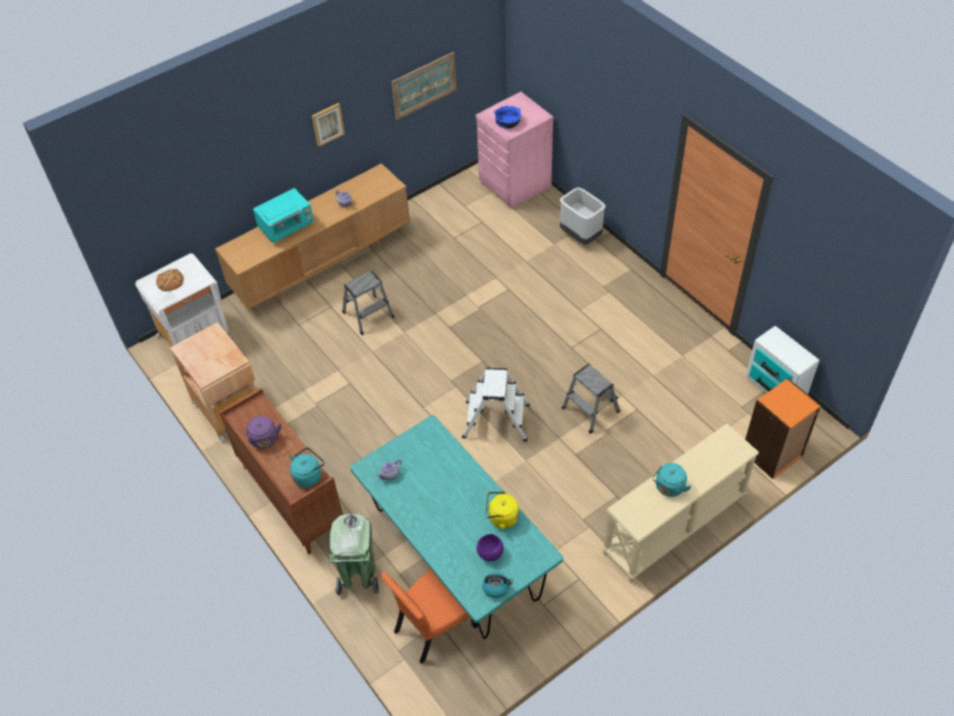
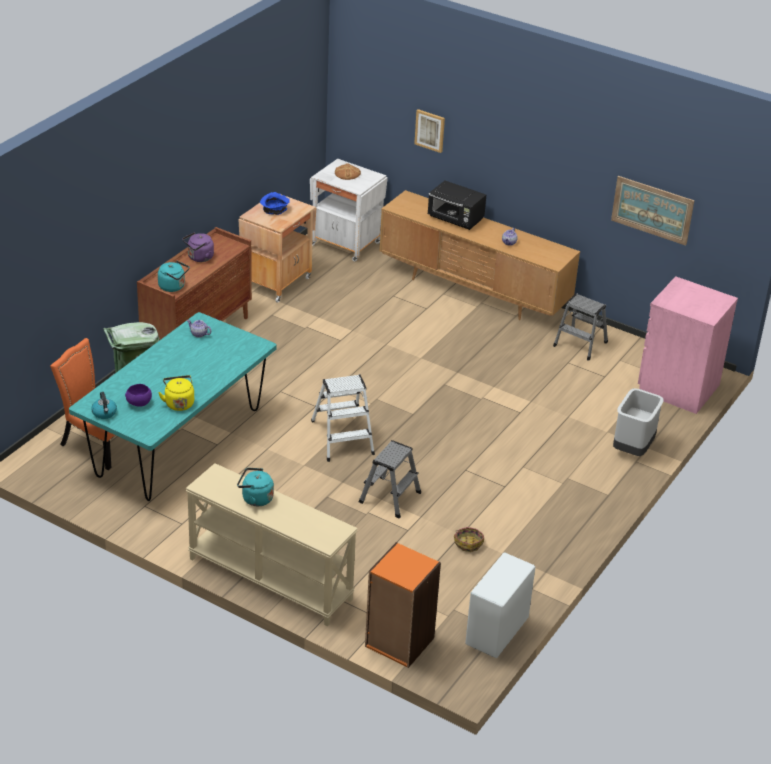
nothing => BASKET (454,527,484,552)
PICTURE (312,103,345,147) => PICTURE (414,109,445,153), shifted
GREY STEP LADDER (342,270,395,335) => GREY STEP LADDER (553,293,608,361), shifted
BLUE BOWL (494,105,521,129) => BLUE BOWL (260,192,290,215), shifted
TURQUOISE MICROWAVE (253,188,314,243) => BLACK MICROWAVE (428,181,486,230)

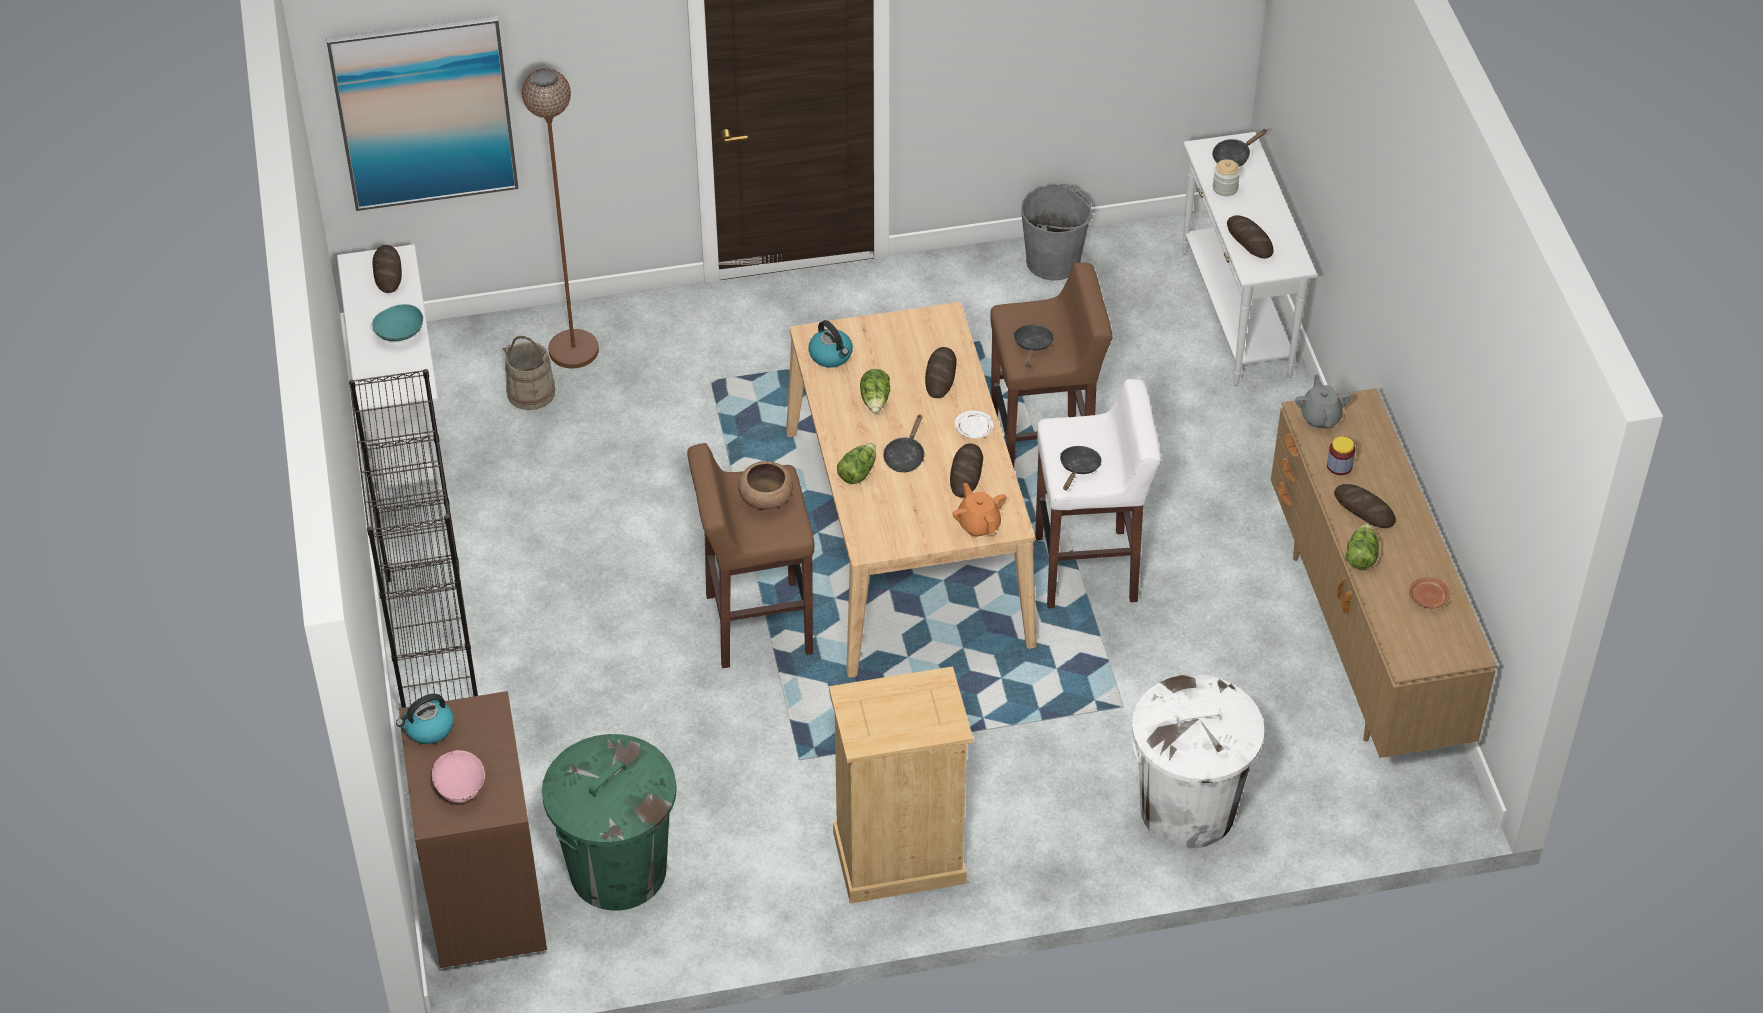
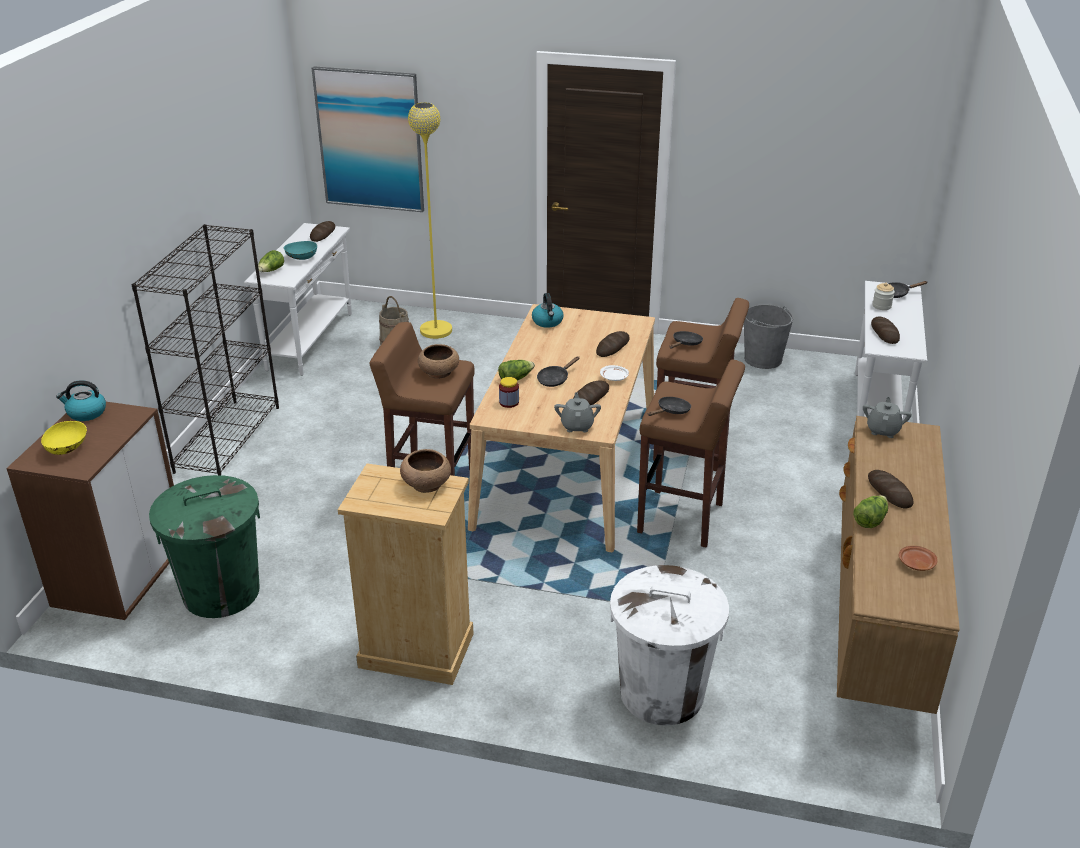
nothing => BROWN BOWL (400,449,451,493)
LETTUCE (860,369,890,413) => LETTUCE (258,250,284,272), shifted
JAR (1327,436,1355,475) => JAR (499,377,519,408), shifted
PINK BOWL (432,750,485,803) => YELLOW BOWL (41,420,87,455)
BROWN FLOOR LAMP (522,68,599,368) => YELLOW FLOOR LAMP (408,102,452,339)
ORANGE TEAPOT (953,483,1006,538) => GREY TEAPOT (554,392,601,433)
WHITE STOOL (1035,379,1161,608) => BROWN STOOL (637,360,745,548)

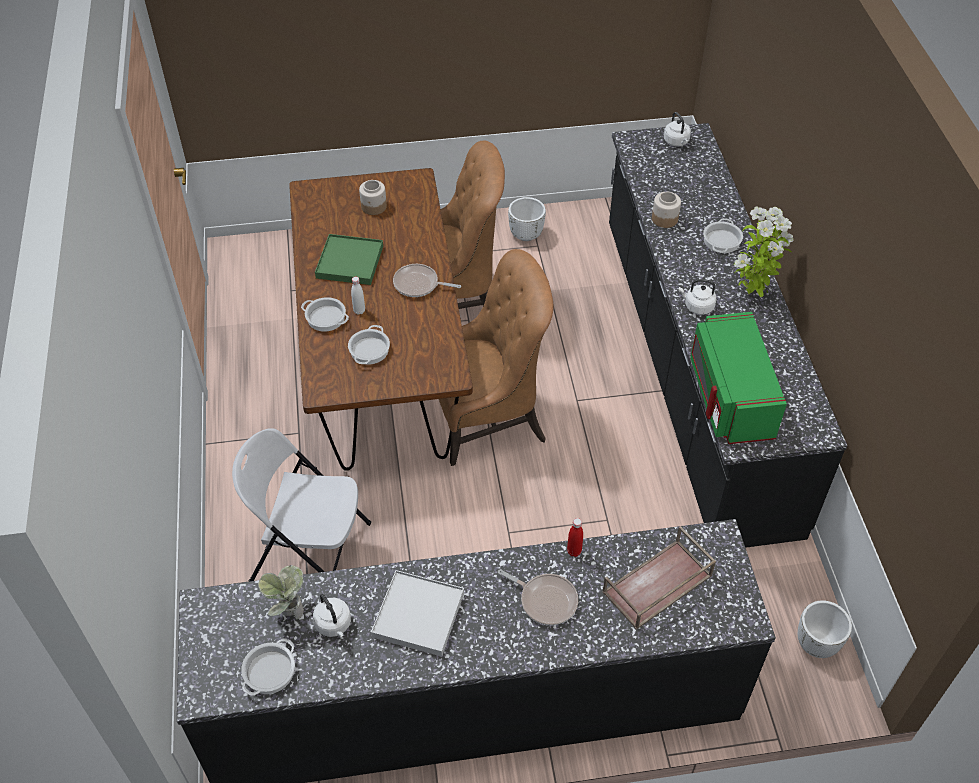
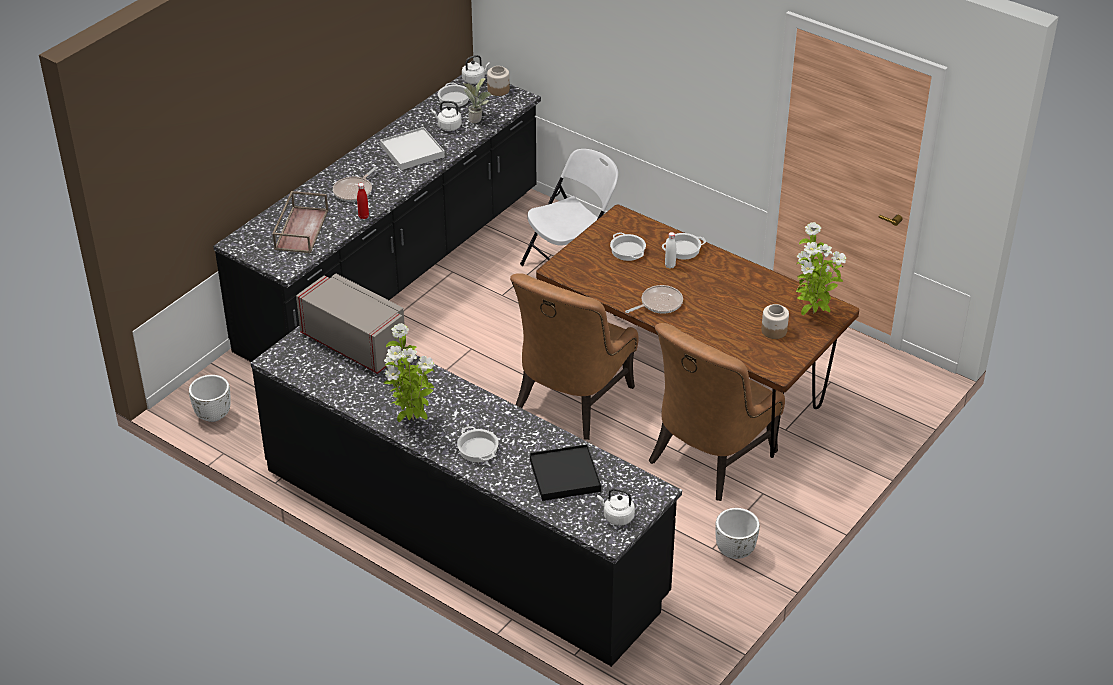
GREEN TRAY (315,234,383,285) => nothing
nothing => BLACK TRAY (530,444,601,501)
nothing => POTTED PLANT (796,222,847,315)
JAR (652,192,681,228) => JAR (487,66,510,96), shifted
WHITE KETTLE (679,279,716,315) => WHITE KETTLE (462,55,490,84), shifted
GREEN MICROWAVE (690,312,787,444) => GREY MICROWAVE (296,274,406,374)
FRYING PAN (498,569,578,625) => FRYING PAN (333,167,377,202), 45 degrees counterclockwise

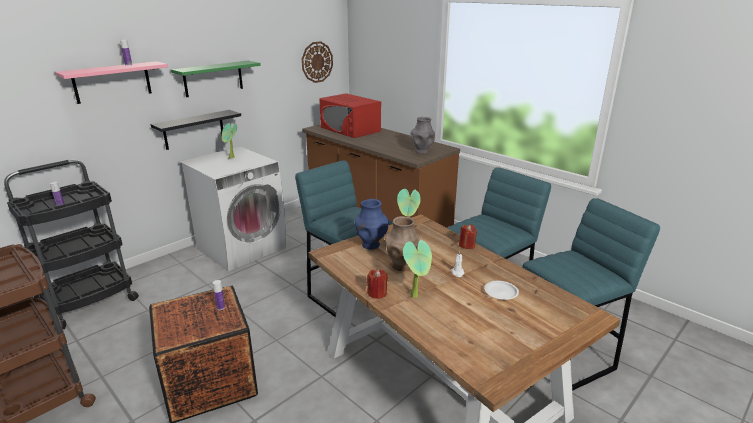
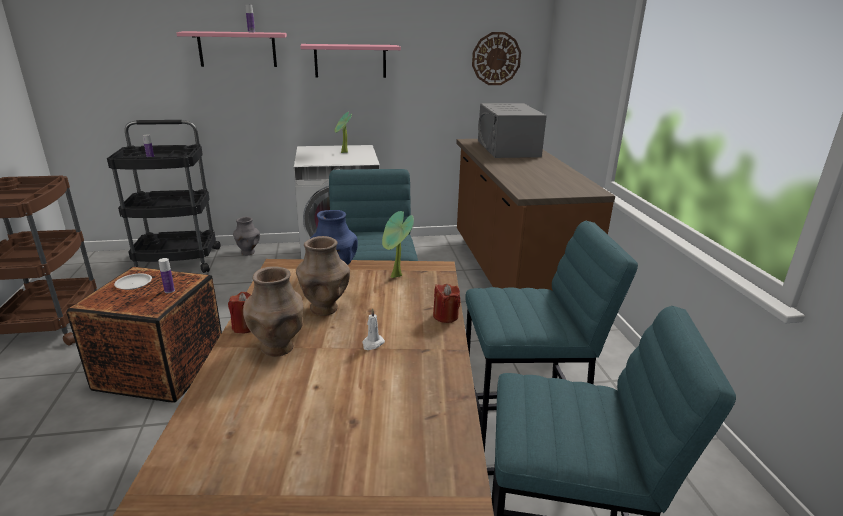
BLACK SHELF (151,110,241,150) => nothing
GREY VASE (411,117,435,154) => GREY VASE (233,217,260,255), shifted
WHITE PLATE (484,281,519,300) => WHITE PLATE (114,273,152,290), shifted
POTTED PLANT (403,240,432,298) => BROWN VASE (243,266,303,357)
GREEN SHELF (171,61,261,97) => PINK SHELF (300,44,401,78)
RED MICROWAVE (319,93,381,138) => GREY MICROWAVE (478,103,547,158)

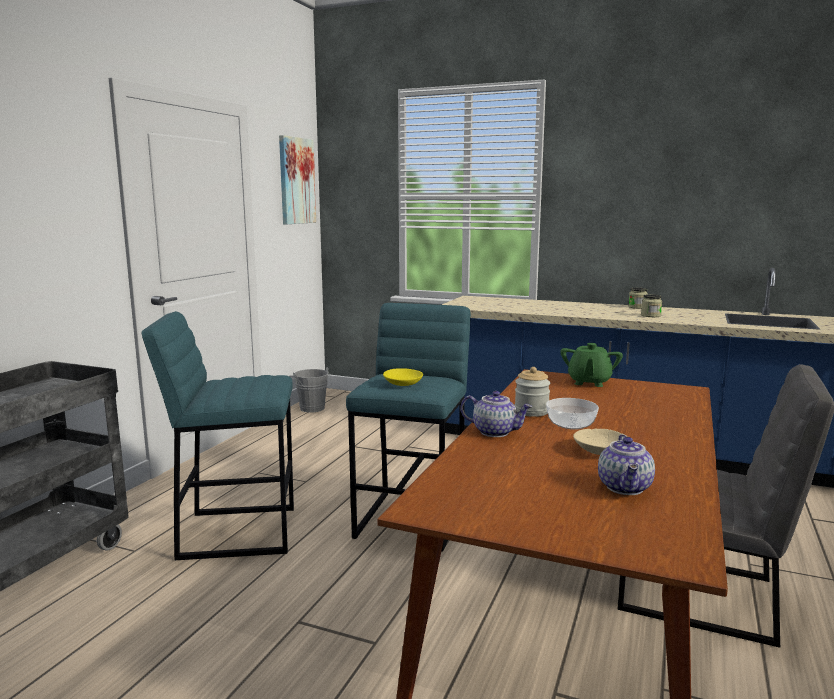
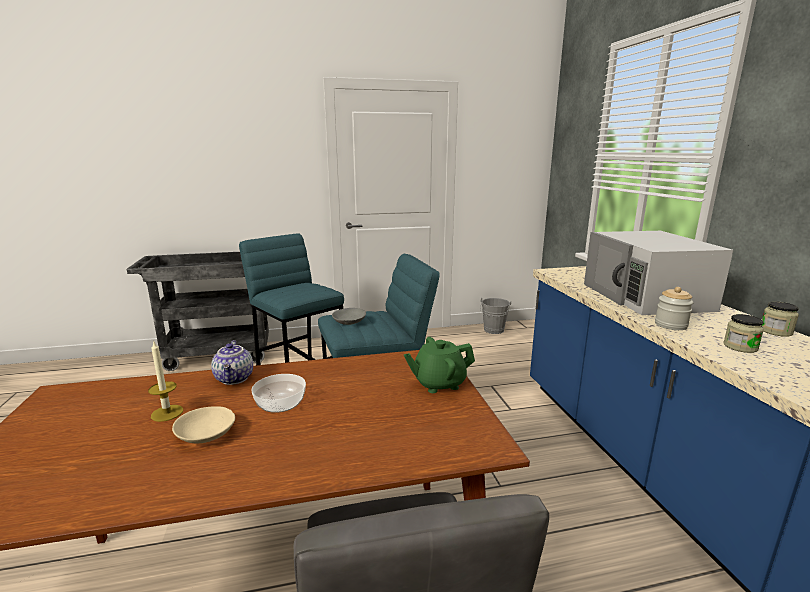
PICTURE (279,135,316,224) => nothing
TEAPOT (598,434,655,495) => nothing
nothing => CANDLE (148,342,183,422)
nothing => WHITE MICROWAVE (584,231,733,315)
JAR (515,367,550,417) => JAR (655,287,694,330), shifted
YELLOW BOWL (383,368,423,386) => GREY BOWL (332,308,366,325)

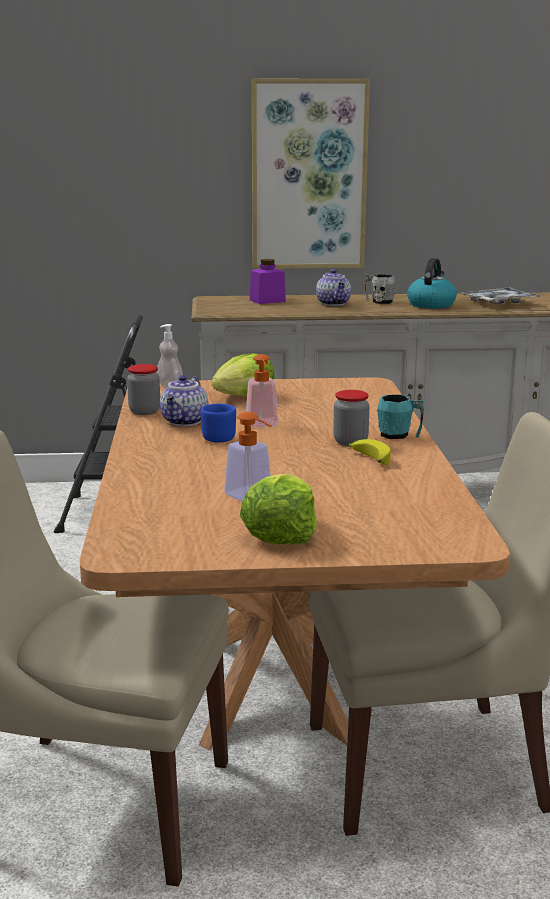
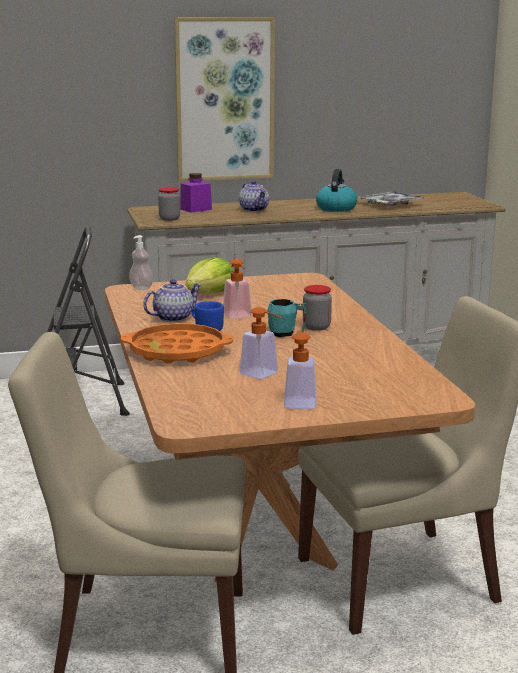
BANANA (349,439,391,465) => nothing
GREY MUG (365,274,396,304) => nothing
nothing => ORANGE TRAY (121,323,233,364)
JAR (127,364,160,415) => JAR (158,187,180,221), shifted
TURQUOISE MUG (377,394,424,439) => TURQUOISE MUG (267,299,307,337), shifted
LETTUCE (240,474,317,544) => SOAP DISPENSER (284,328,316,409)
TEAPOT (160,375,208,426) => TEAPOT (143,279,201,322), 135 degrees counterclockwise

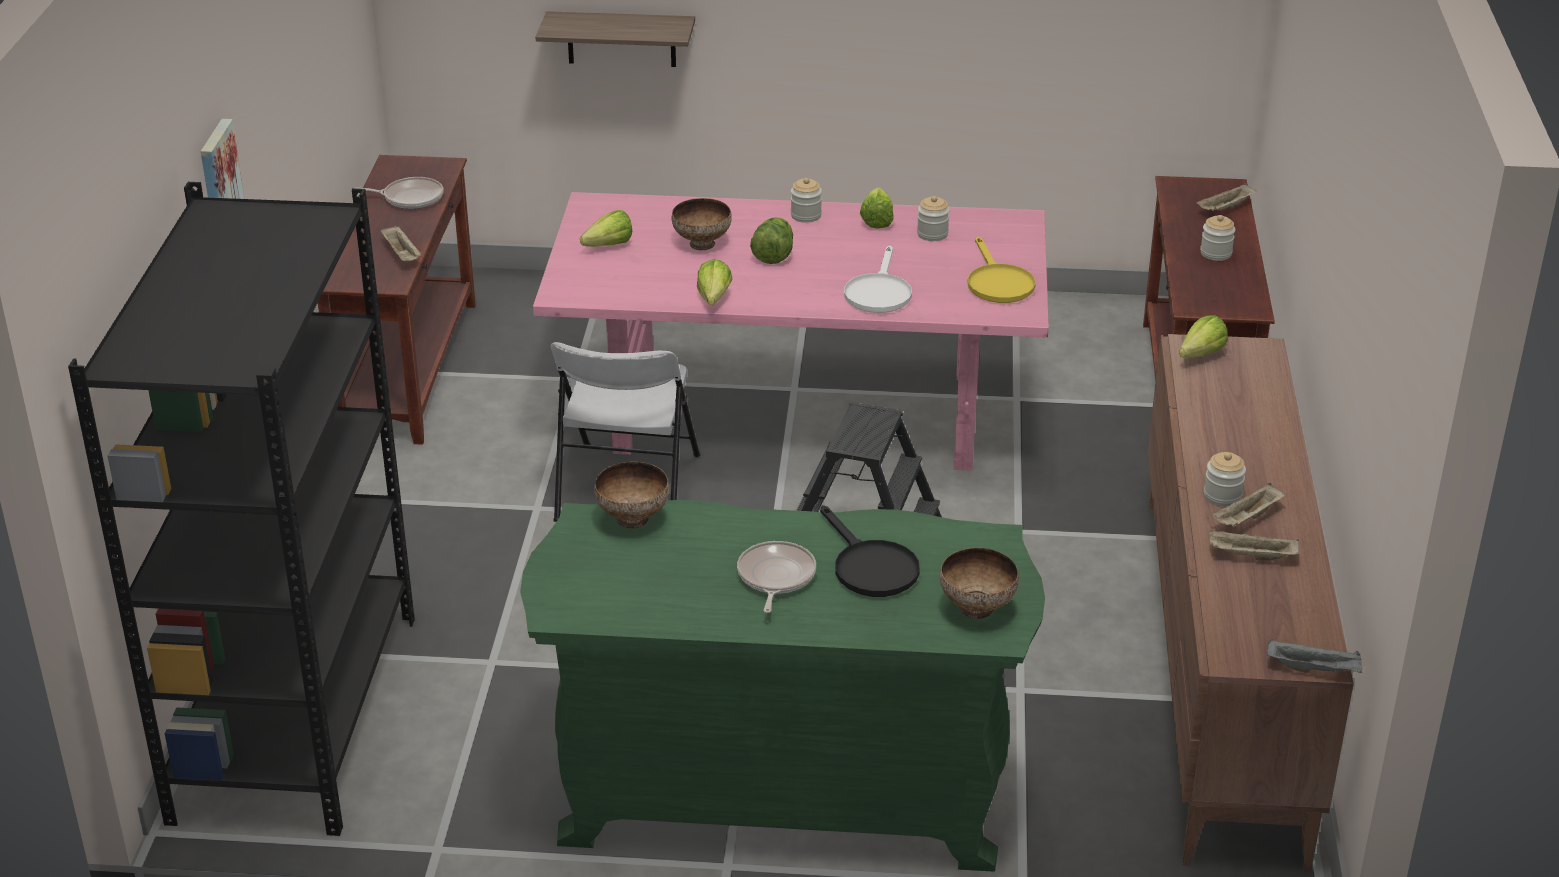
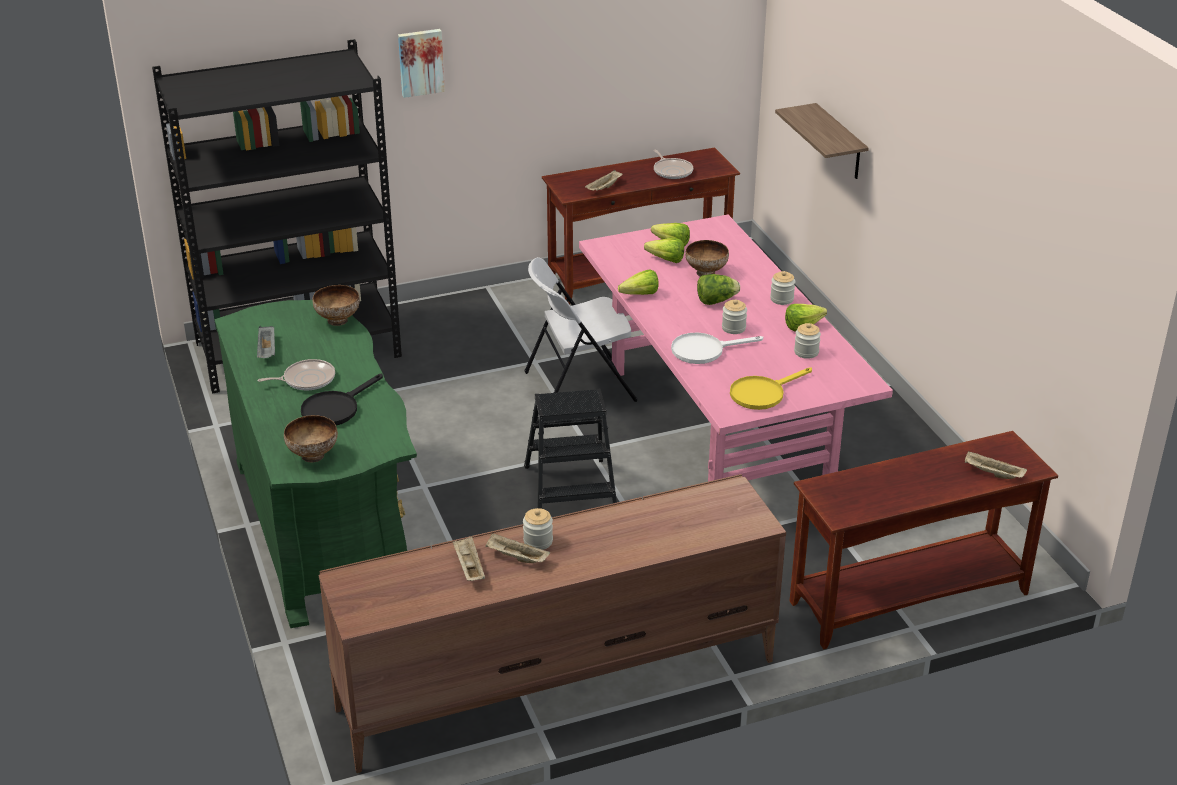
LETTUCE (1179,315,1228,358) => LETTUCE (644,238,684,263), shifted
JAR (1200,215,1236,261) => JAR (722,299,747,334), shifted
GREY TRAY (1266,639,1363,673) => GREY TRAY (257,326,275,358), shifted

